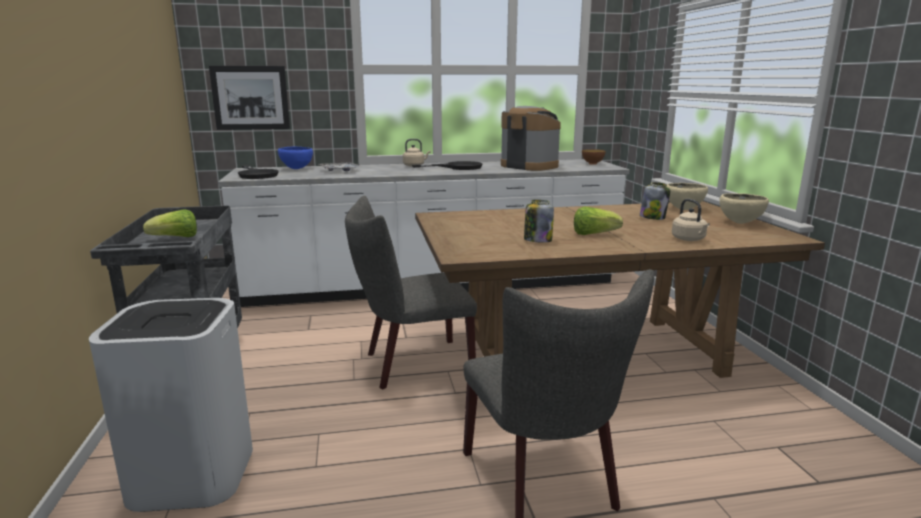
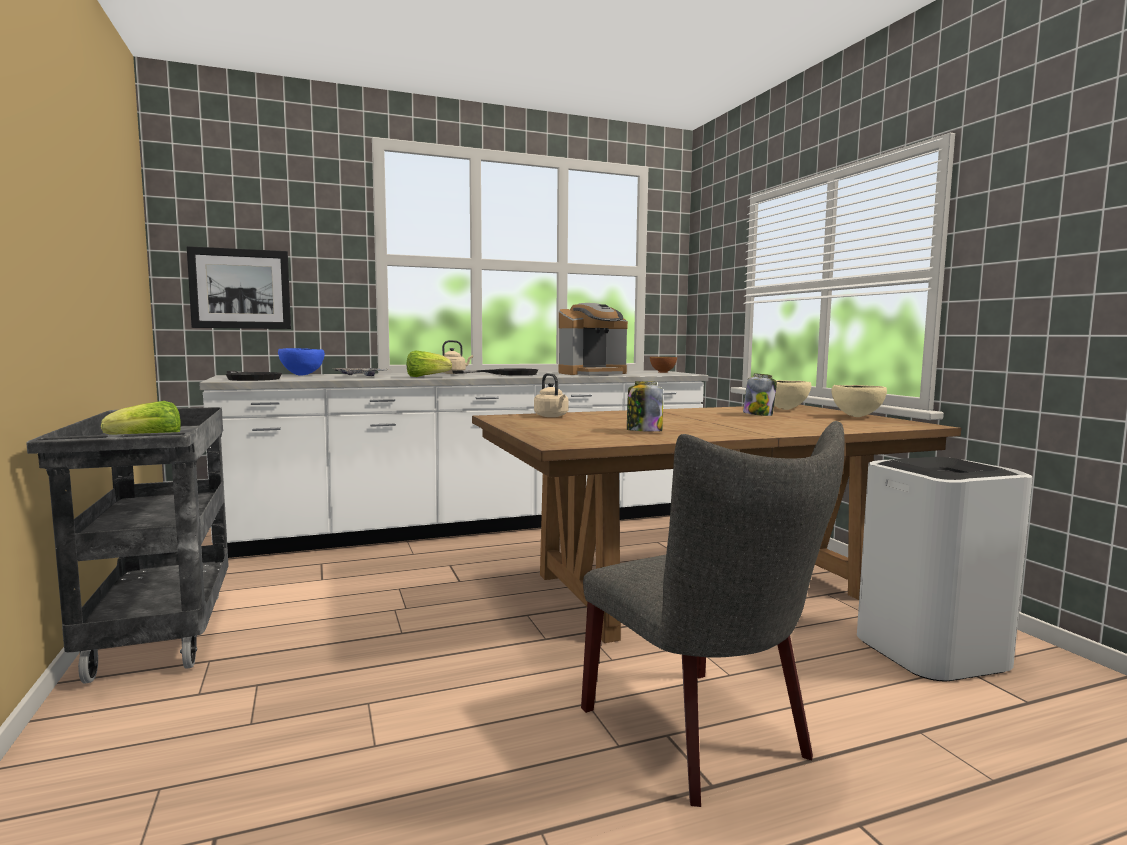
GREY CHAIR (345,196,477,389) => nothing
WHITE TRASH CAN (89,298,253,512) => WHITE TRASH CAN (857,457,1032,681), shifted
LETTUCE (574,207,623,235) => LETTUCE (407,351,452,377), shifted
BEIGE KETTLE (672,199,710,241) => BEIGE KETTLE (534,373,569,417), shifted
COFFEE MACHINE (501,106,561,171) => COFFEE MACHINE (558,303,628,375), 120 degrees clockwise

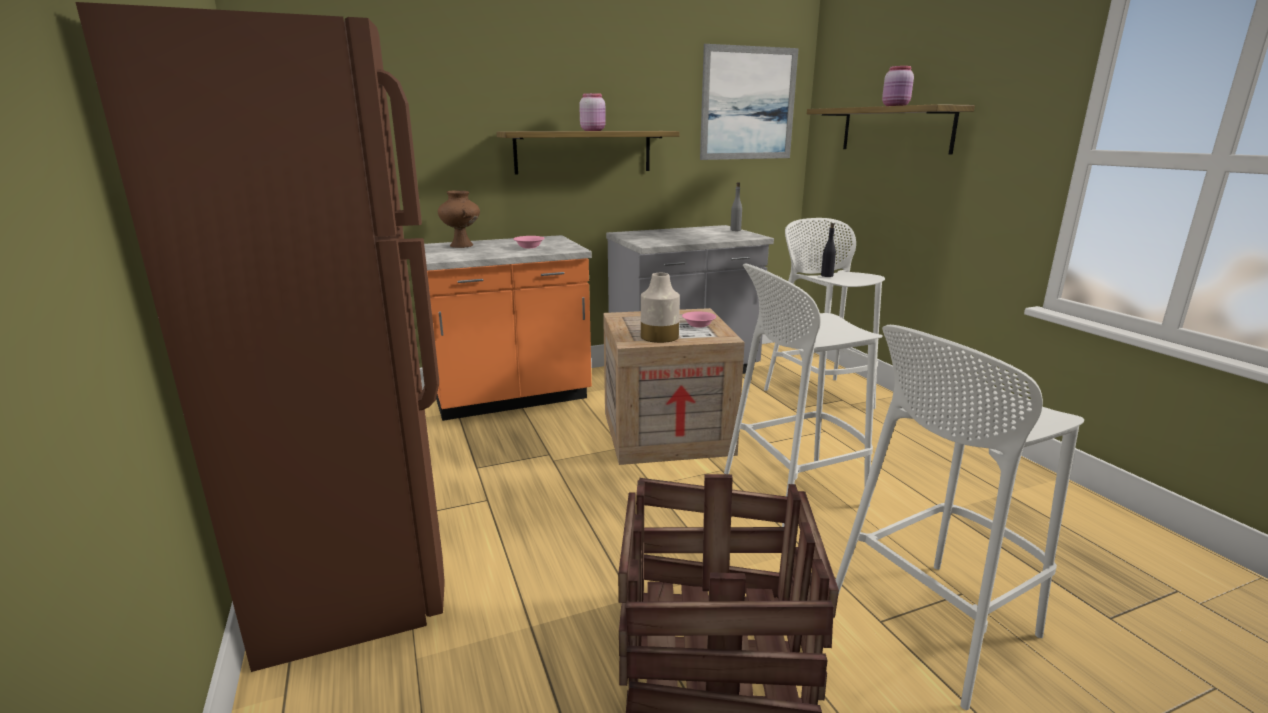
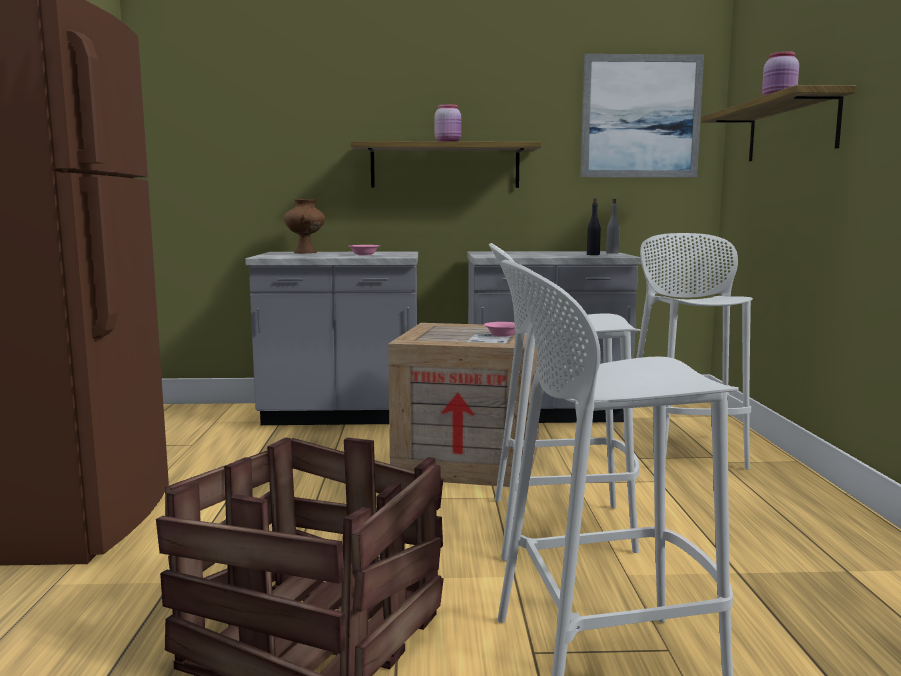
BEIGE VASE (641,273,680,343) => nothing
BLACK BOTTLE (821,223,836,277) => BLACK BOTTLE (587,198,601,255), shifted
ORANGE COUNTER (424,235,592,421) => GREY COUNTER (245,251,418,425)

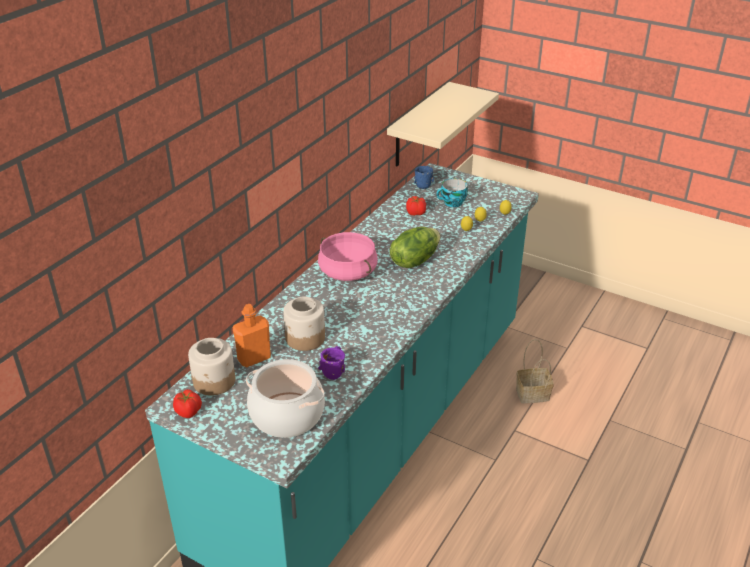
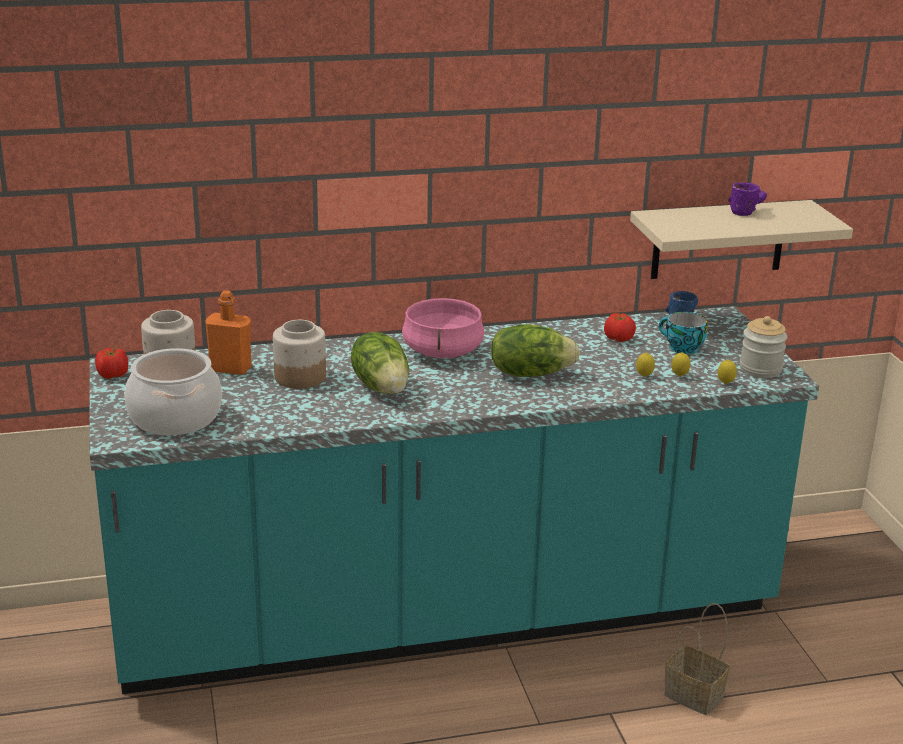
nothing => LETTUCE (351,332,409,394)
nothing => JAR (740,316,787,378)
PURPLE MUG (318,346,345,380) => PURPLE MUG (728,182,767,216), shifted

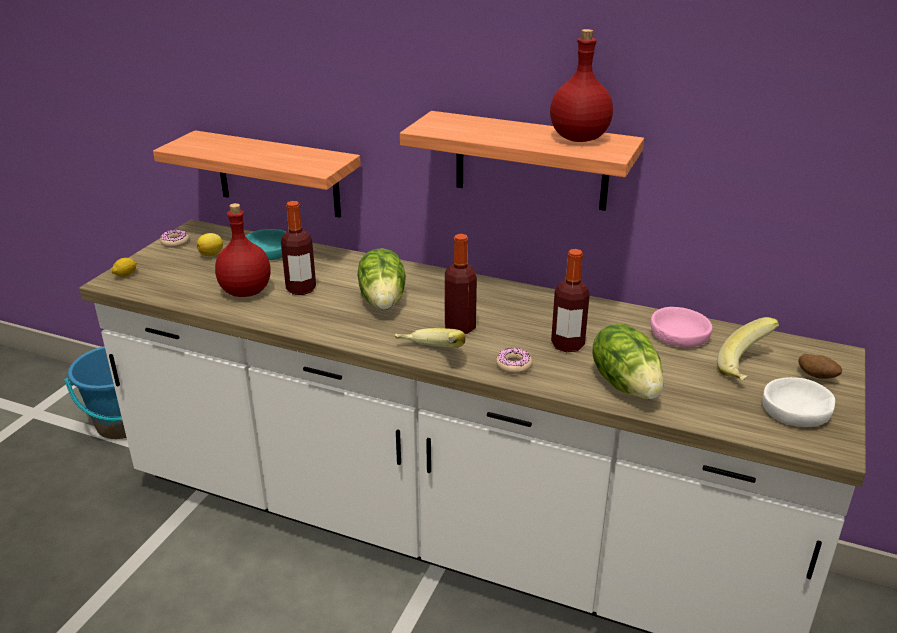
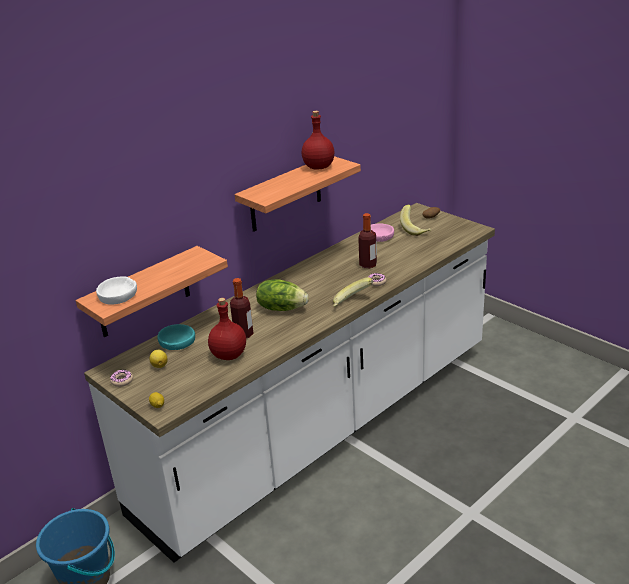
BOTTLE (445,234,477,334) => nothing
LETTUCE (592,323,663,399) => nothing
WHITE BOWL (763,377,835,427) => WHITE BOWL (96,277,137,305), shifted

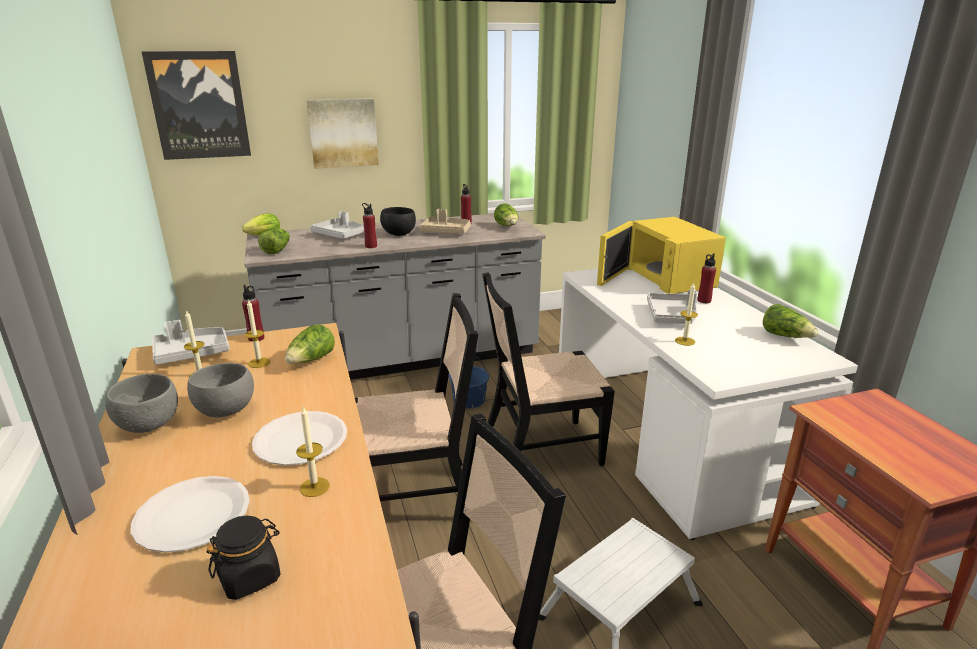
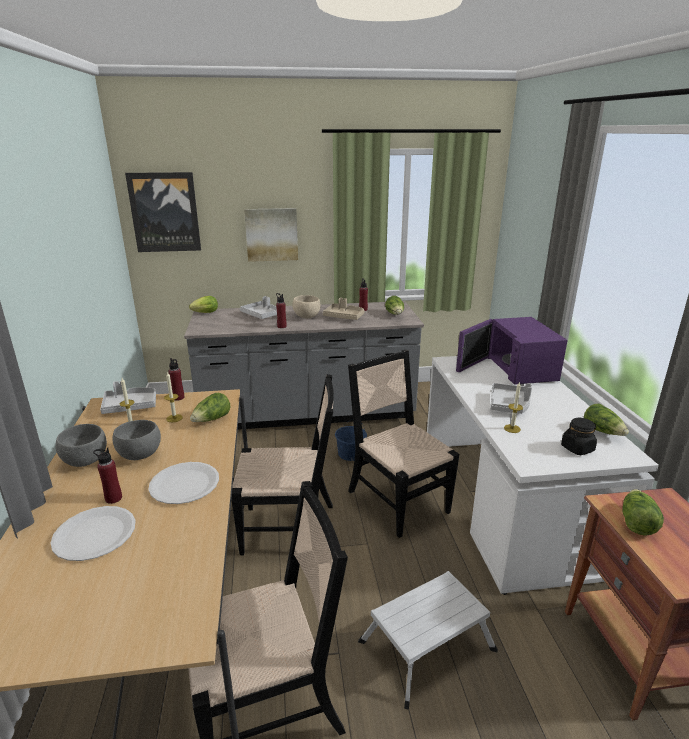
CANDLE (296,407,330,497) => nothing
BLACK JAR (207,515,281,600) => BLACK JAR (561,418,597,455), shifted
LETTUCE (258,228,290,254) => LETTUCE (623,489,664,536), shifted
RED BOTTLE (698,253,716,303) => RED BOTTLE (93,448,122,504), shifted
BLACK BOWL (380,207,416,236) => BEIGE BOWL (292,295,320,318)
YELLOW MICROWAVE (597,217,726,294) => PURPLE MICROWAVE (456,317,567,385)
CHAIR (482,272,615,466) => CHAIR (348,350,459,538), 60 degrees clockwise

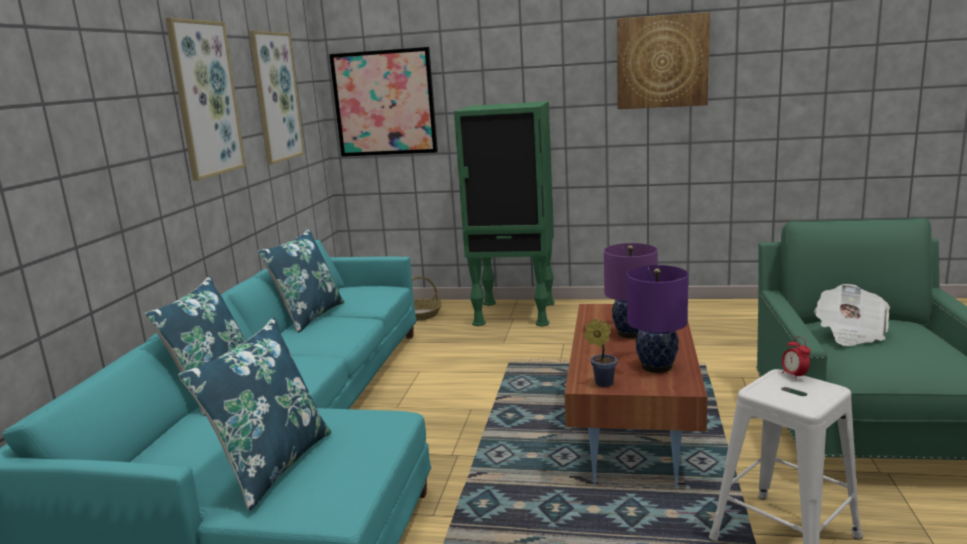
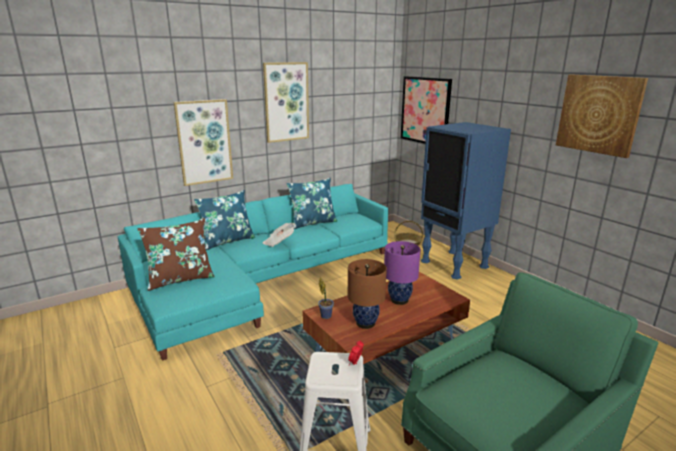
PICTURE (249,30,305,165) => PICTURE (174,99,233,186), shifted
NEWSPAPER (814,284,890,346) => NEWSPAPER (263,223,295,247), shifted
BLUE PILLOW (178,318,331,511) => BROWN PILLOW (137,218,214,291)
GREEN CABINET (454,101,555,327) => BLUE CABINET (421,122,511,280)
PURPLE TABLE LAMP (627,265,688,373) => BROWN TABLE LAMP (348,259,387,329)

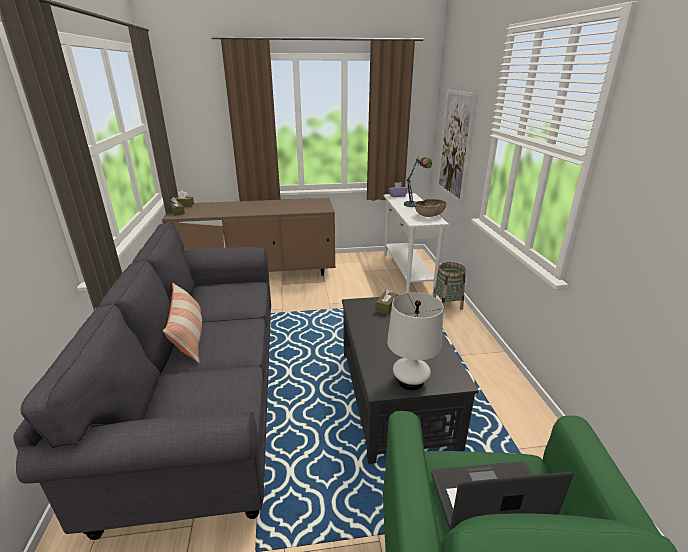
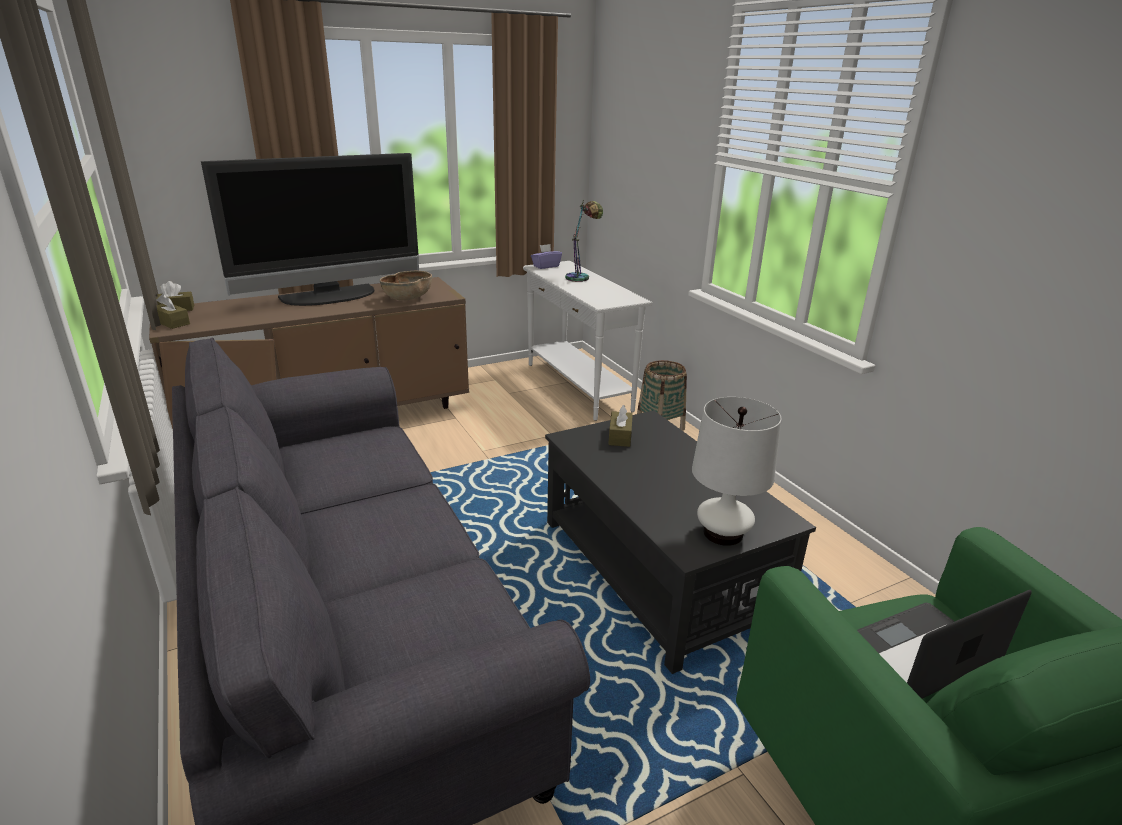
PILLOW (163,283,202,363) => nothing
PICTURE (437,90,476,203) => nothing
nothing => TELEVISION (201,153,419,306)
BROWN BOWL (414,199,446,217) => BROWN BOWL (380,271,432,301), shifted

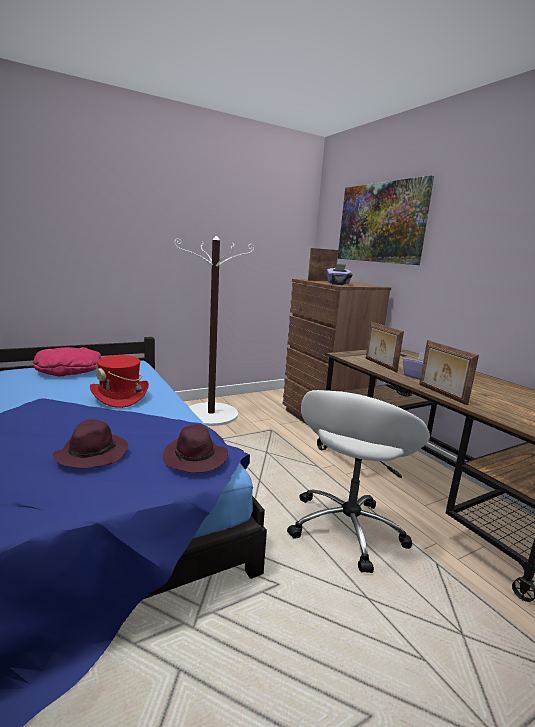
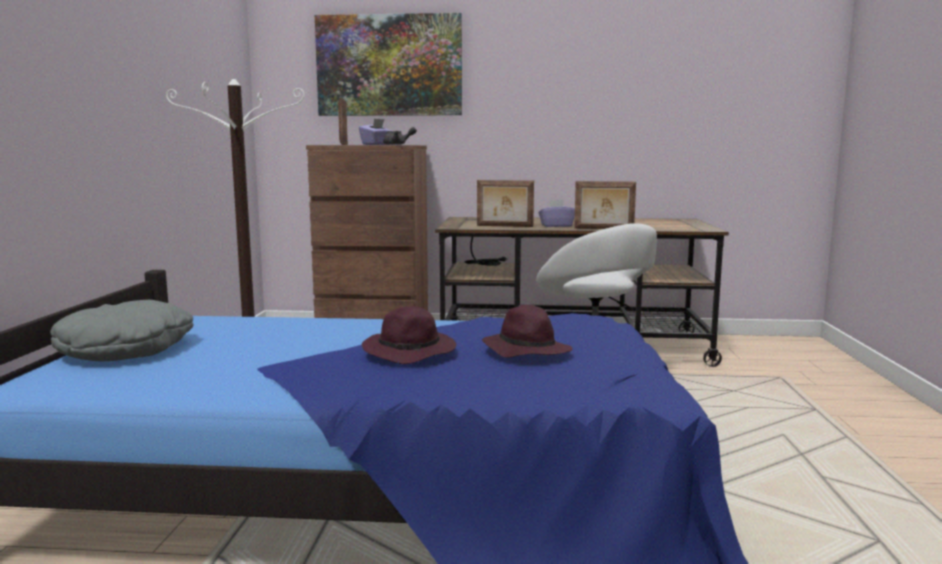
RED HAT (90,355,149,408) => nothing
PURPLE HAT (163,424,228,473) => PURPLE HAT (362,306,456,364), shifted
PINK PILLOW (33,347,101,376) => GREY PILLOW (50,300,194,361)

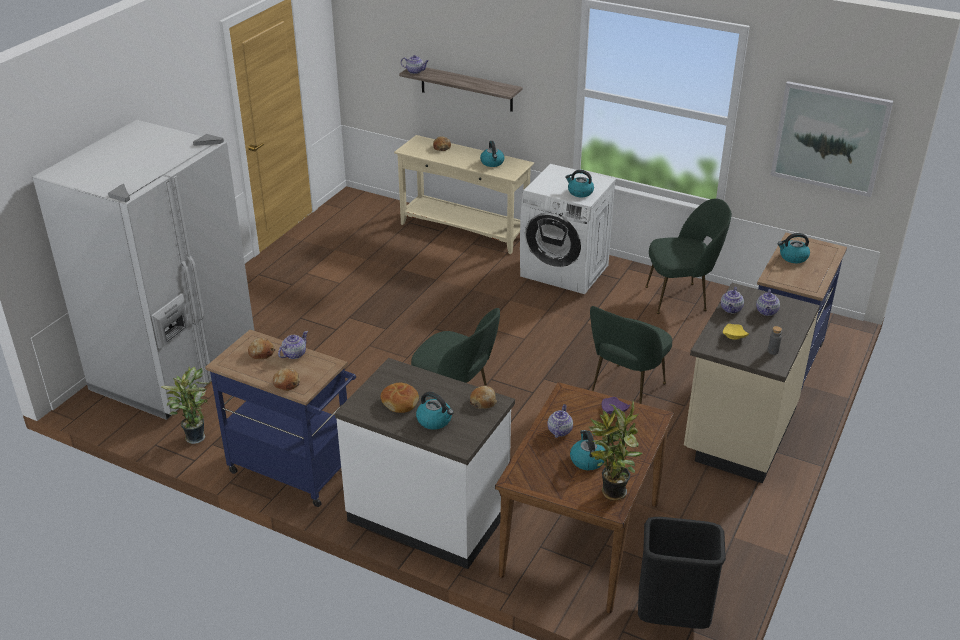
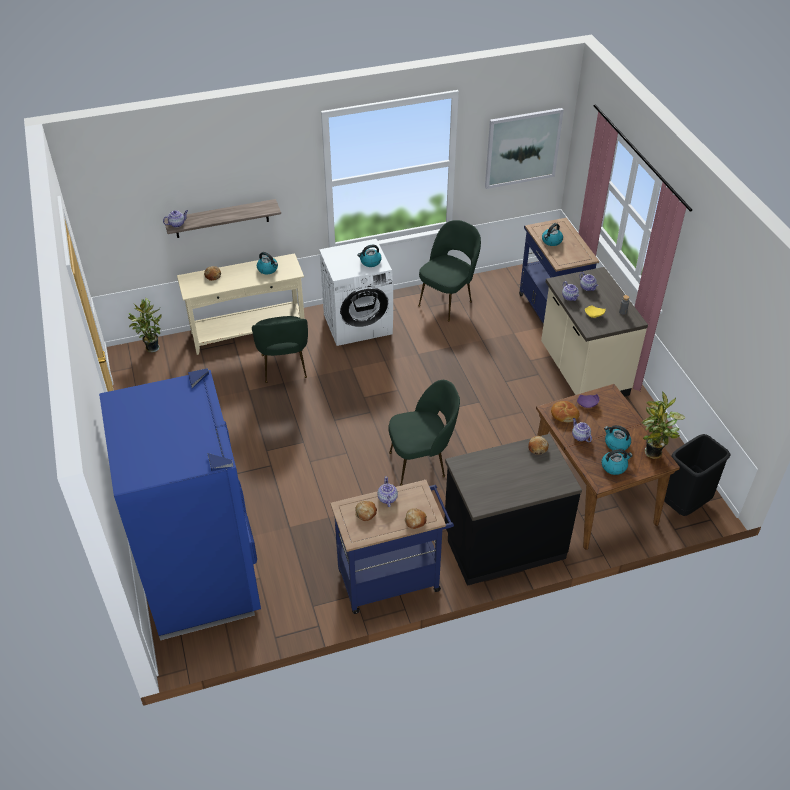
POTTED PLANT (161,366,210,444) => POTTED PLANT (128,298,162,353), shifted
BREAD (381,383,419,413) => BREAD (551,401,580,423), shifted
KETTLE (416,392,454,429) => KETTLE (602,449,633,475), shifted
GREEN CHAIR (590,306,672,404) => GREEN CHAIR (252,316,308,383), shifted
WHITE FRIDGE (33,120,254,420) => BLUE FRIDGE (99,368,261,640)
WHITE COUNTER (335,358,515,569) => BLACK COUNTER (444,434,582,586)

